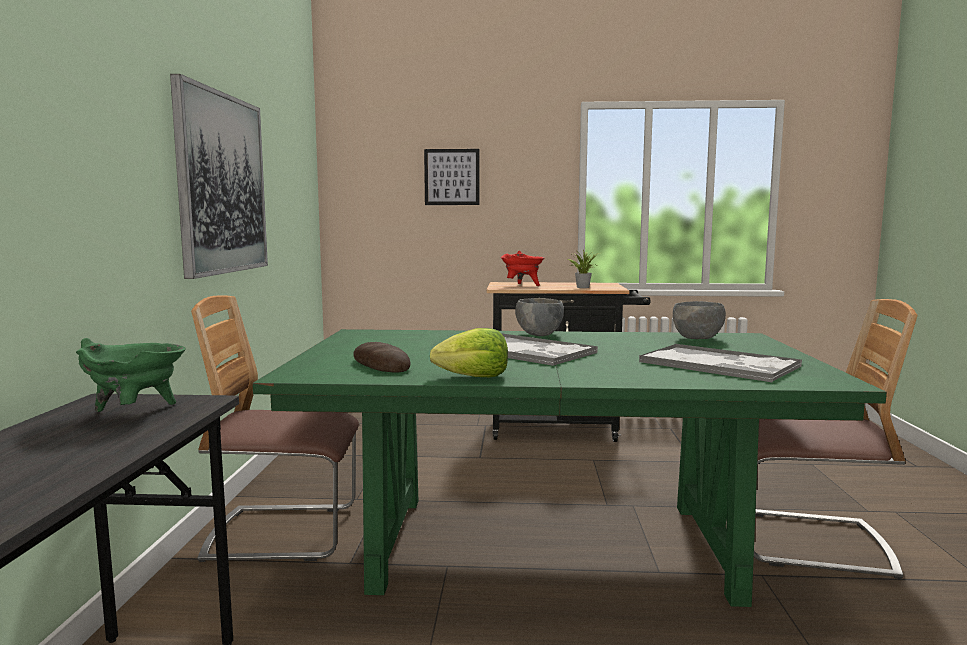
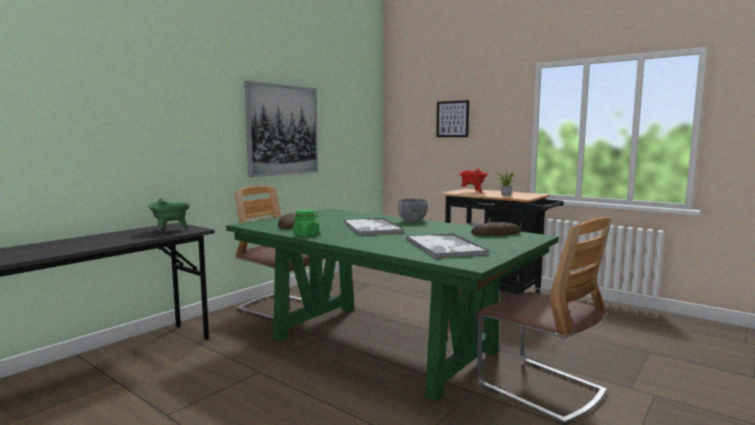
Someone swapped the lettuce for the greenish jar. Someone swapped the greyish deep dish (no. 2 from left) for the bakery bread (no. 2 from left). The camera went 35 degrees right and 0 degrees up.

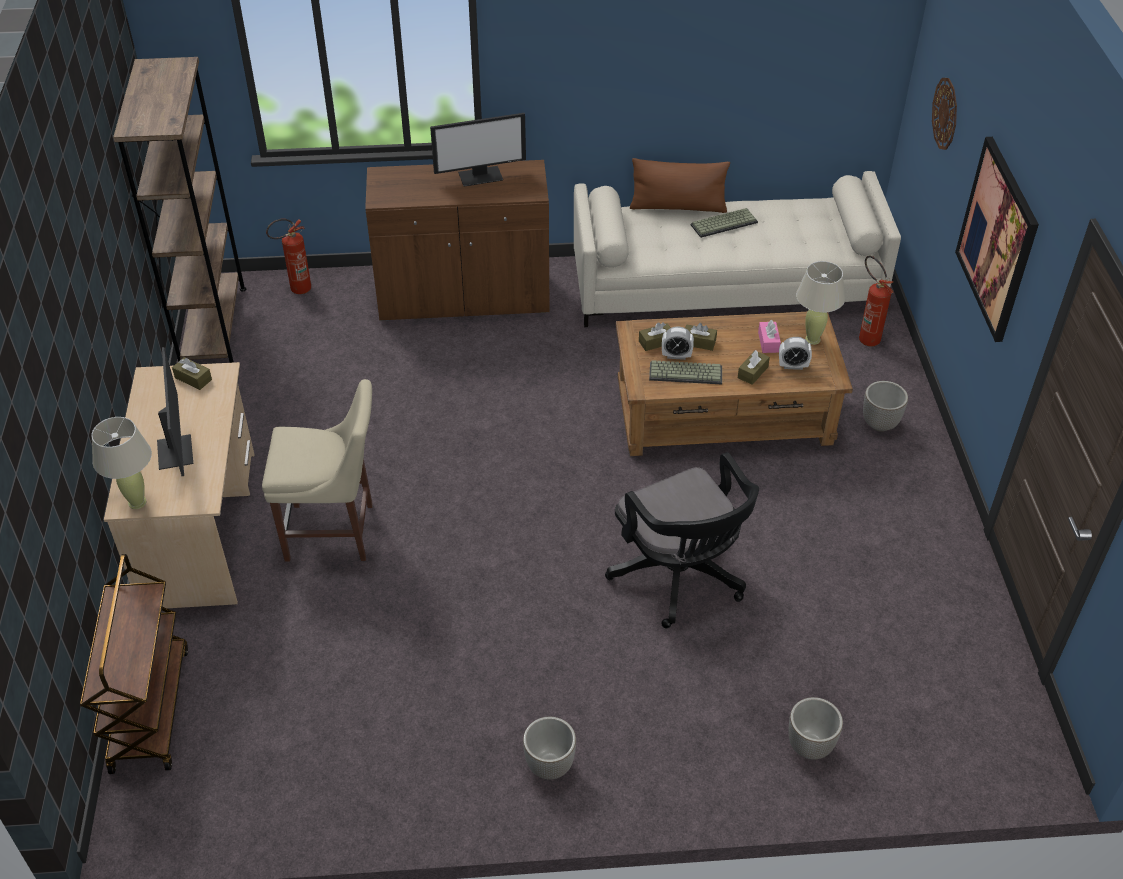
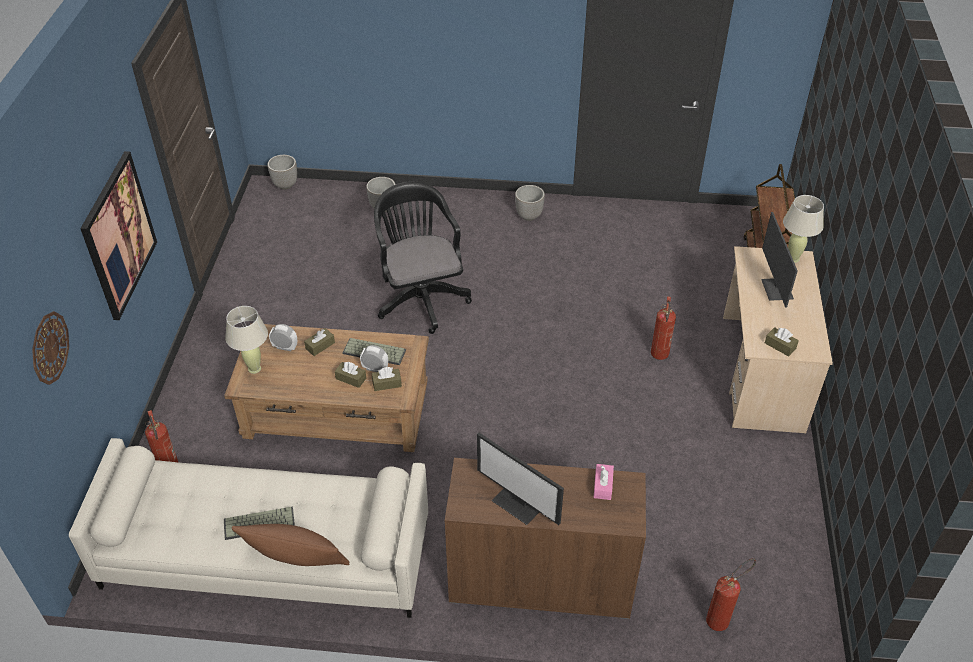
Someone took away the brown bookcase. Someone carried the pinkish box of tissues. Someone carried the flower pot (no. 3 from left in the first image). Someone swapped the sand-coloured upright chair for the fire-fighting cylinder (no. 2 from left). Someone rotated the computer display (no. 2 from left in the first image) by 135 degrees counterclockwise. The camera went 170 degrees left and 0 degrees up.

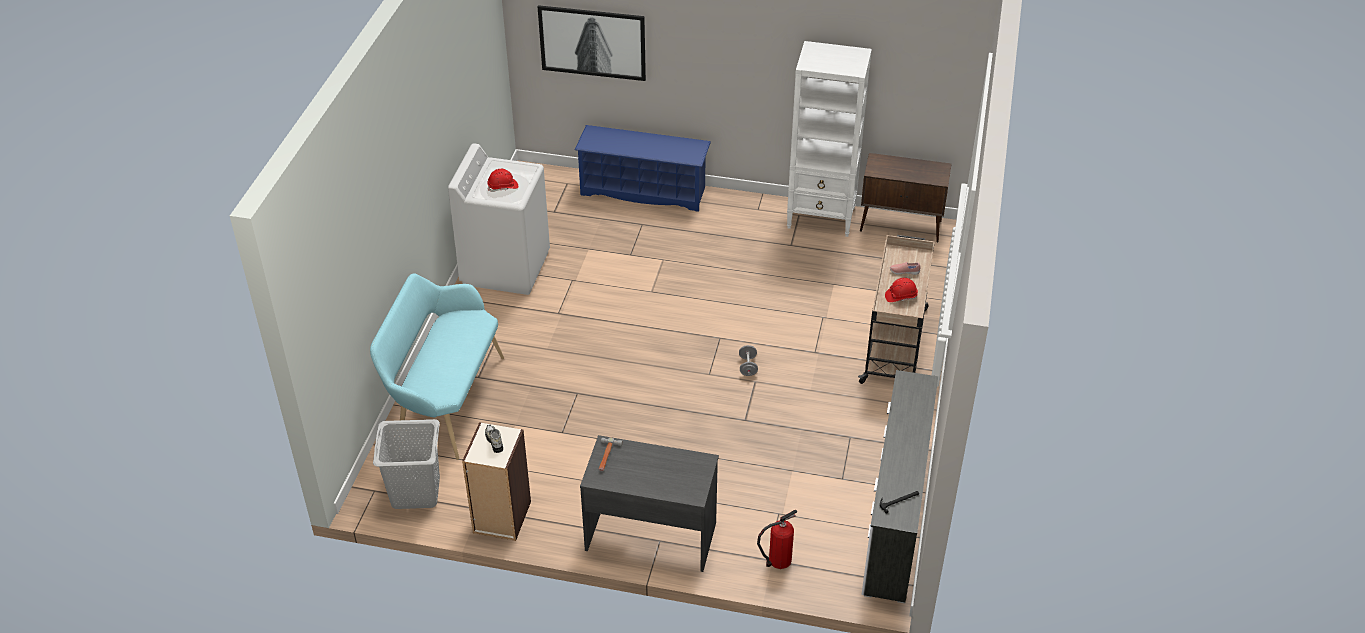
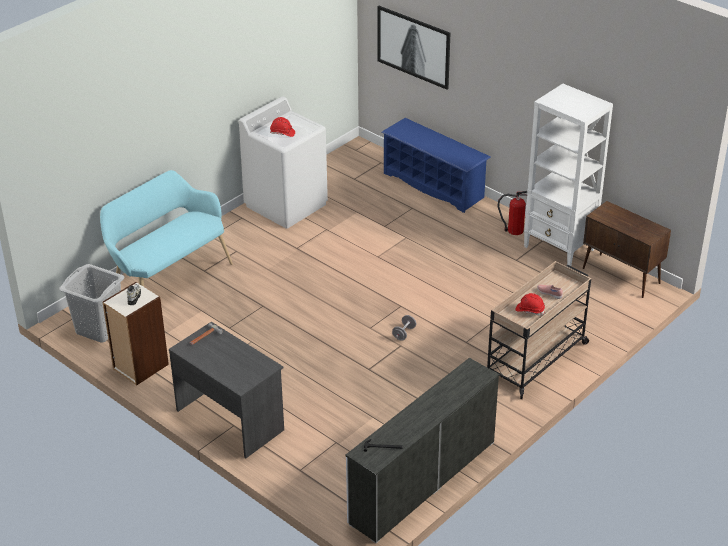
Someone carried the fire-fighting cylinder. The camera went 30 degrees right and 5 degrees down.

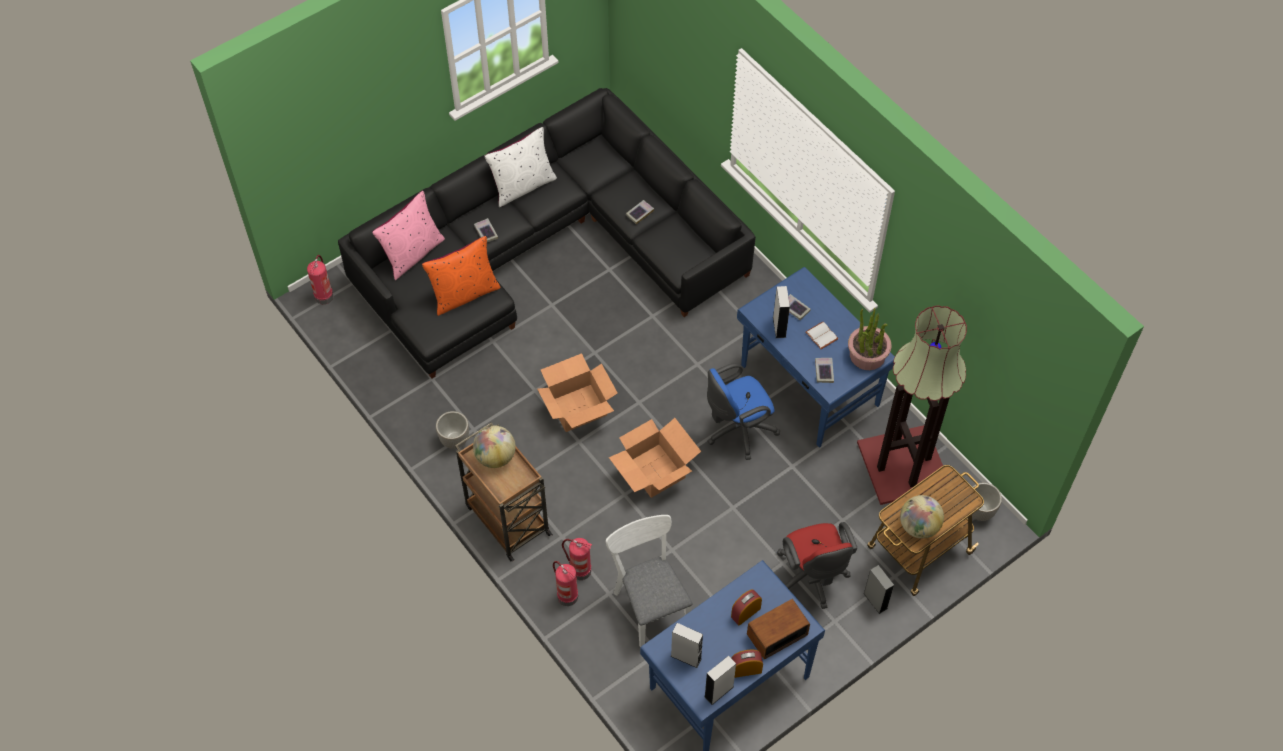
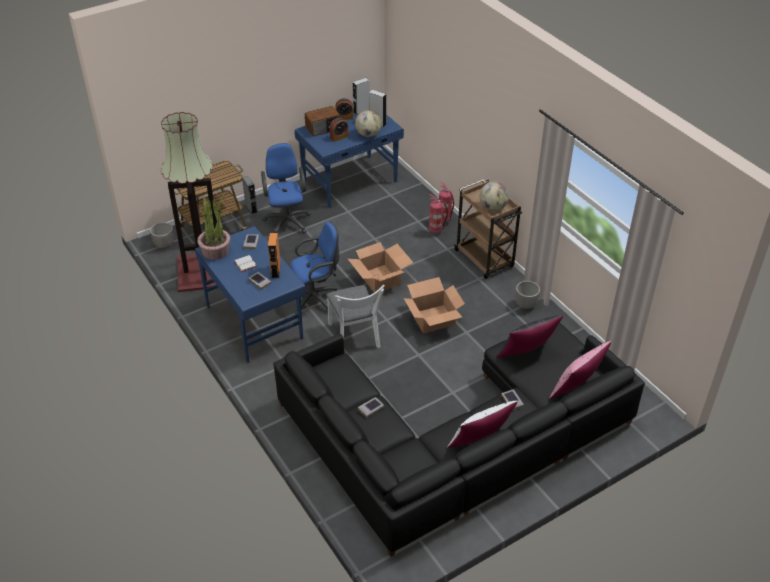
Someone took away the fire-fighting cylinder (no. 1 from left). Someone carried the white-coloured upright chair. Someone carried the world globe (no. 2 from left in the first image). Someone repainted the orange-coloured pillow, which became the blackish pillow. Someone repainted the greyish loudspeaker (no. 3 from left), which became the orange-coloured loudspeaker. Someone repainted the red-coloured office chair, which became the blue-coloured office chair (no. 1 from left). The camera went 175 degrees left and 15 degrees down.

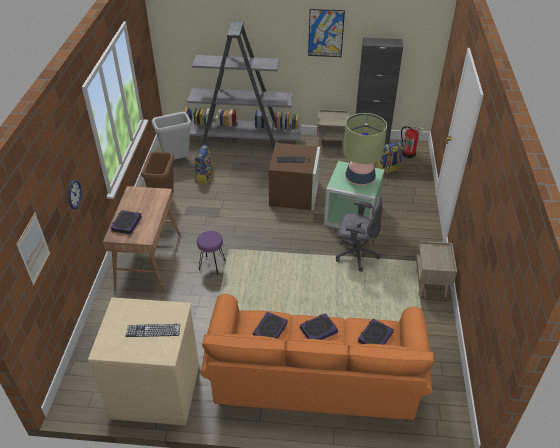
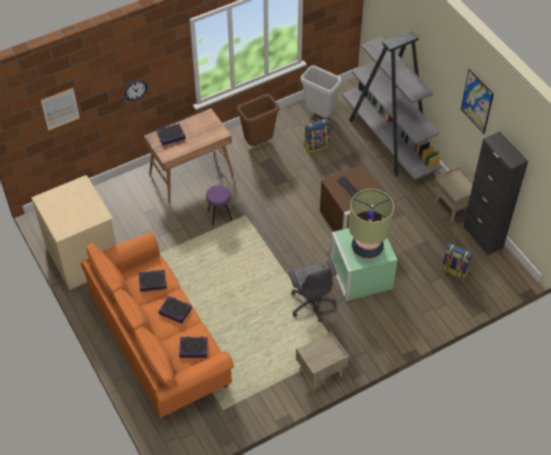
Someone took away the keyboard (no. 1 from left). Someone took away the fire-fighting cylinder. The camera went 55 degrees right and 10 degrees up.

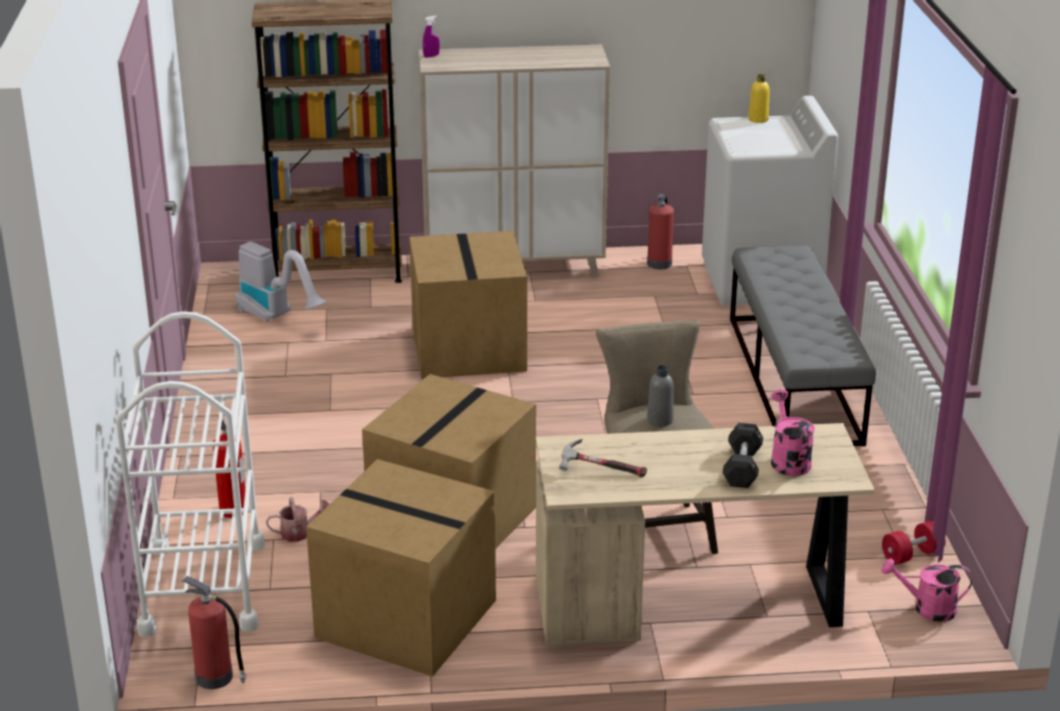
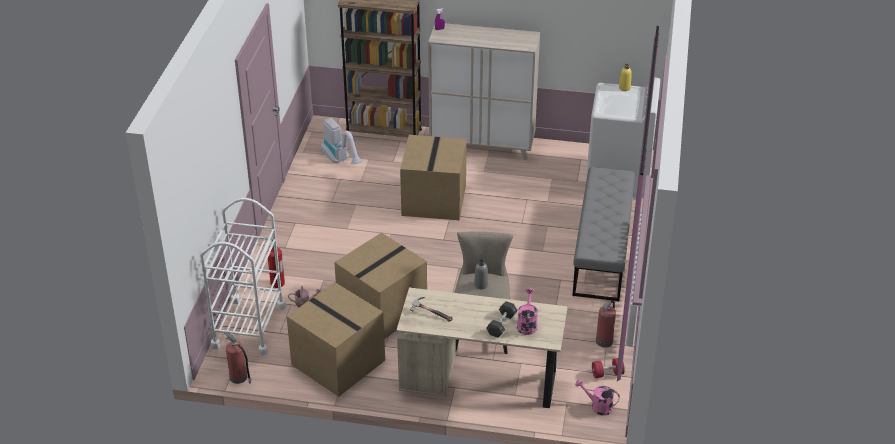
Someone carried the fire-fighting cylinder (no. 3 from left). The camera went 15 degrees right and 10 degrees up.

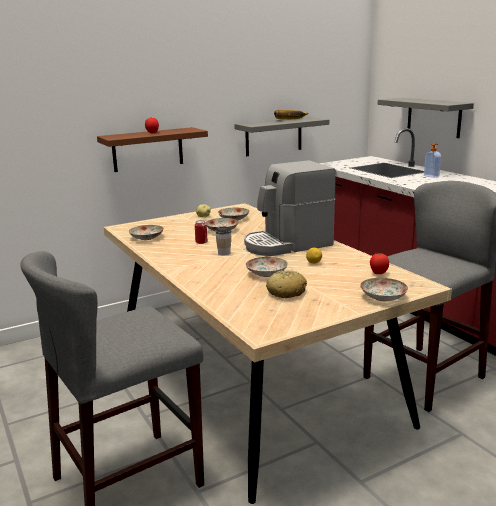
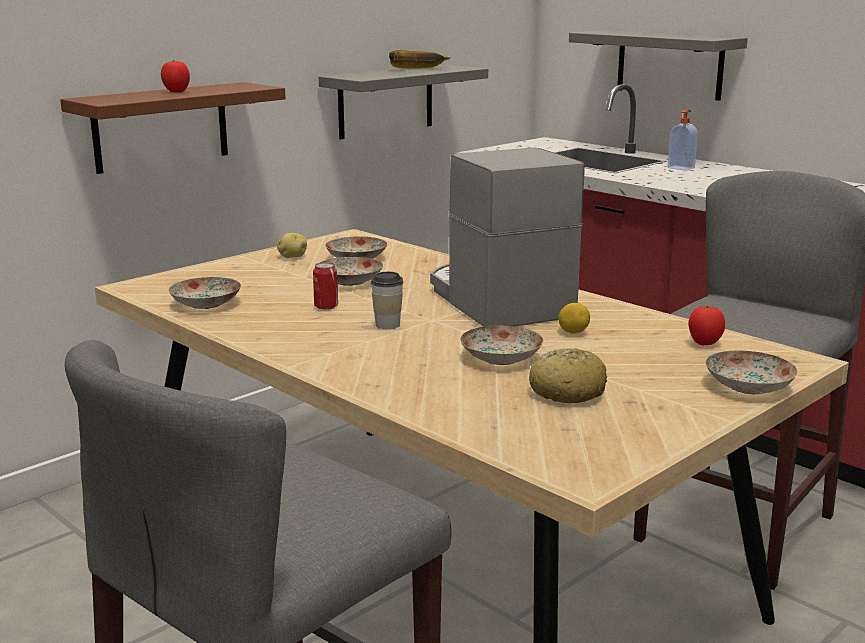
Someone rotated the coffee machine by 105 degrees clockwise. The camera went 15 degrees left and 0 degrees up.

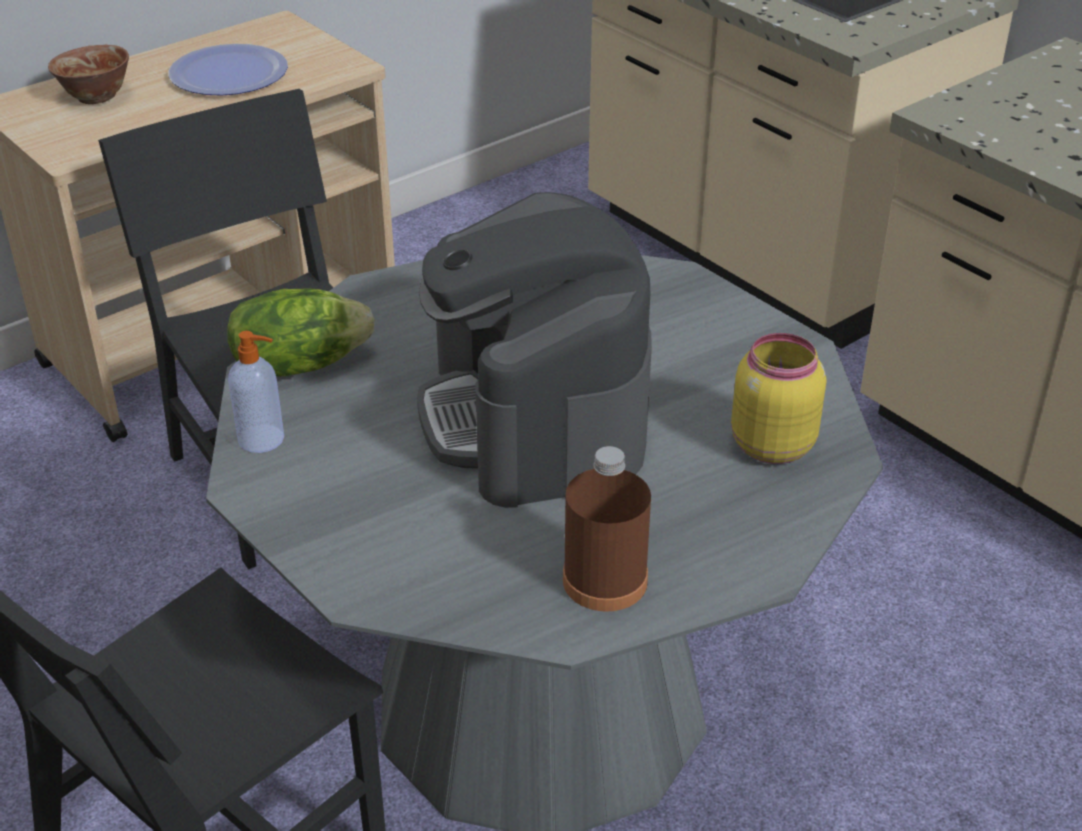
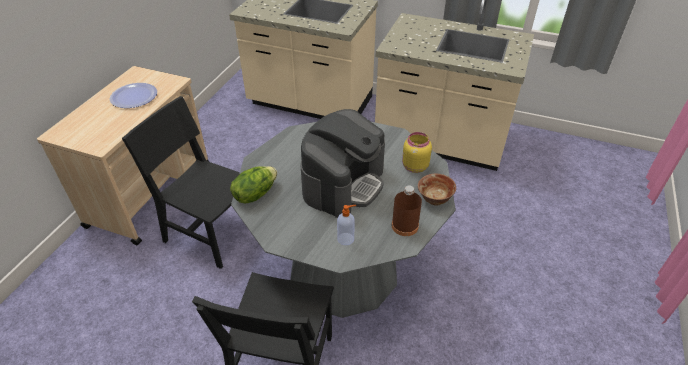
Someone carried the deep dish. Someone carried the soap bottle. Someone rotated the coffee machine by 105 degrees counterclockwise. The camera went 30 degrees left and 5 degrees up.

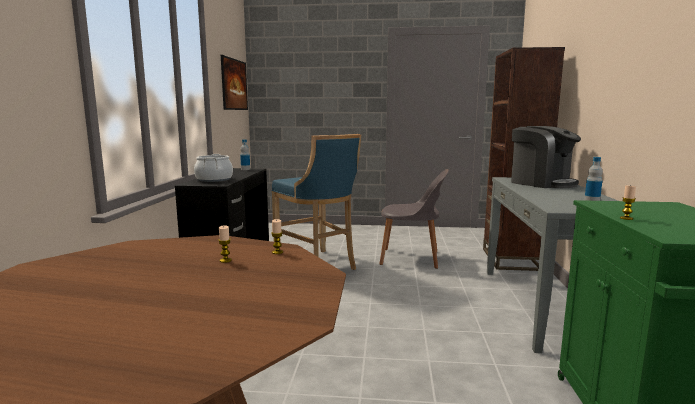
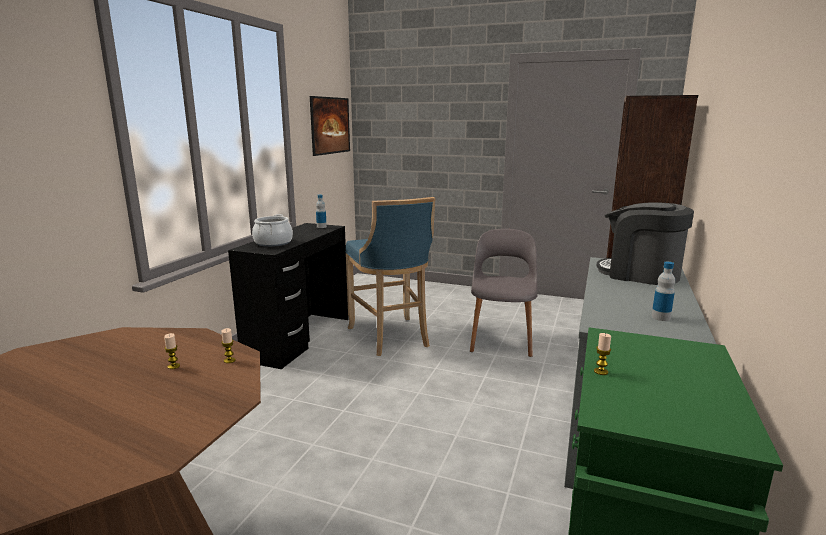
Someone rotated the greyish upright chair by 105 degrees counterclockwise. Someone rotated the coffee machine by 150 degrees clockwise. The camera went 15 degrees right and 5 degrees up.

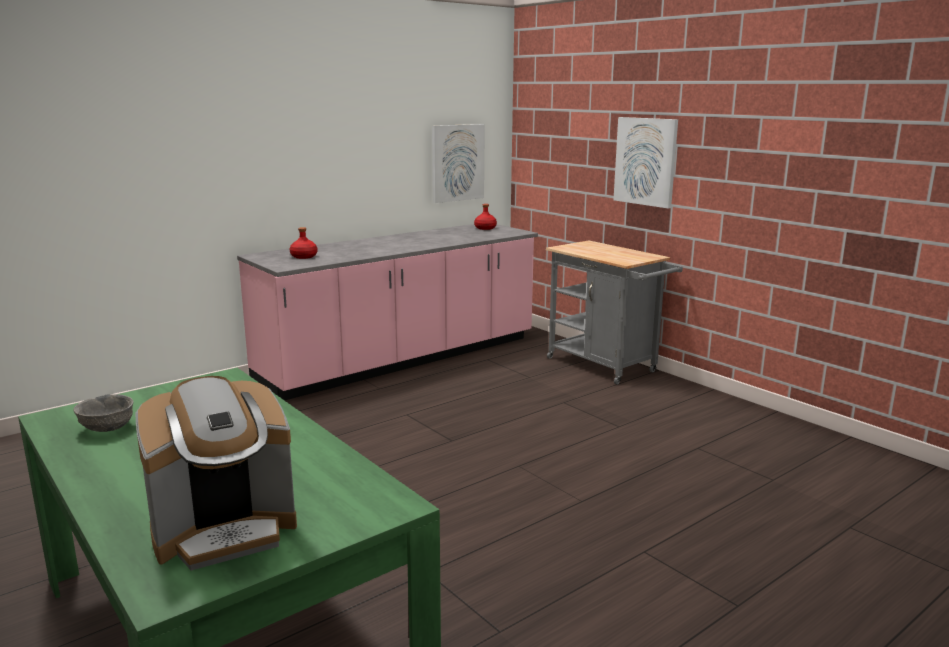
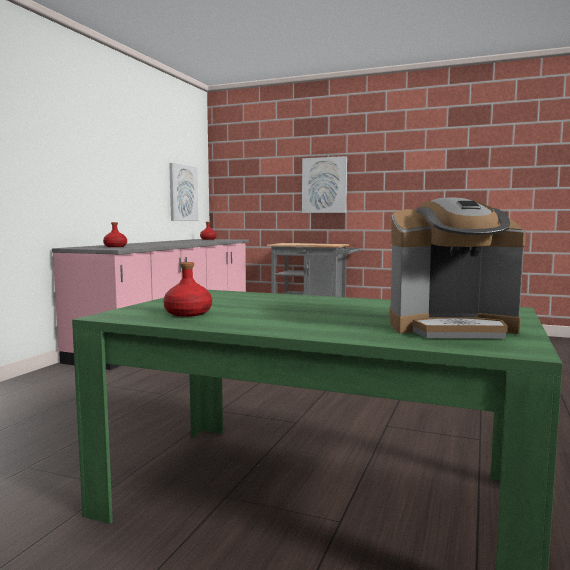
Someone swapped the greyish deep dish for the red-coloured drink bottle (no. 2 from left). Someone rotated the coffee machine by 60 degrees clockwise. The camera went 30 degrees left and 10 degrees down.

